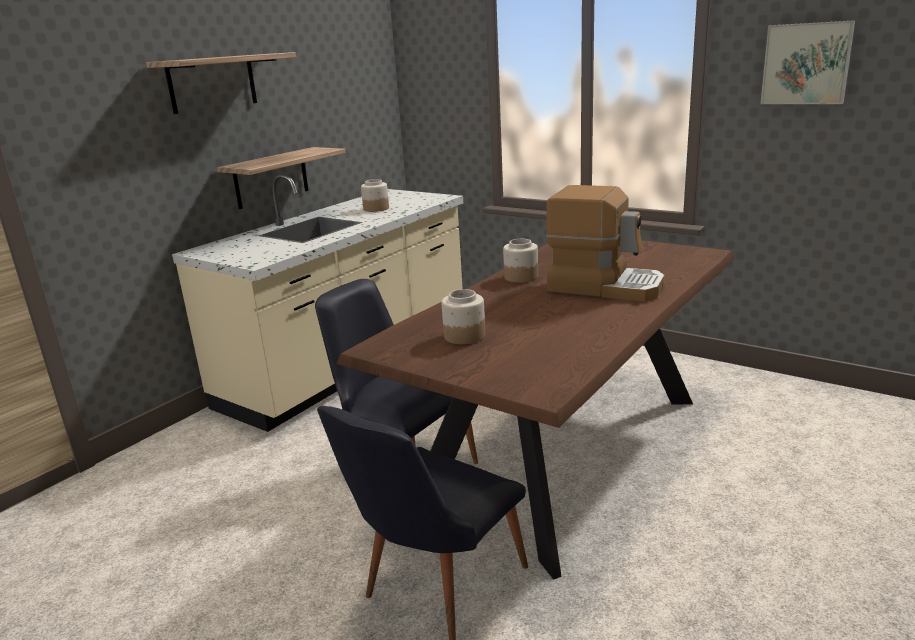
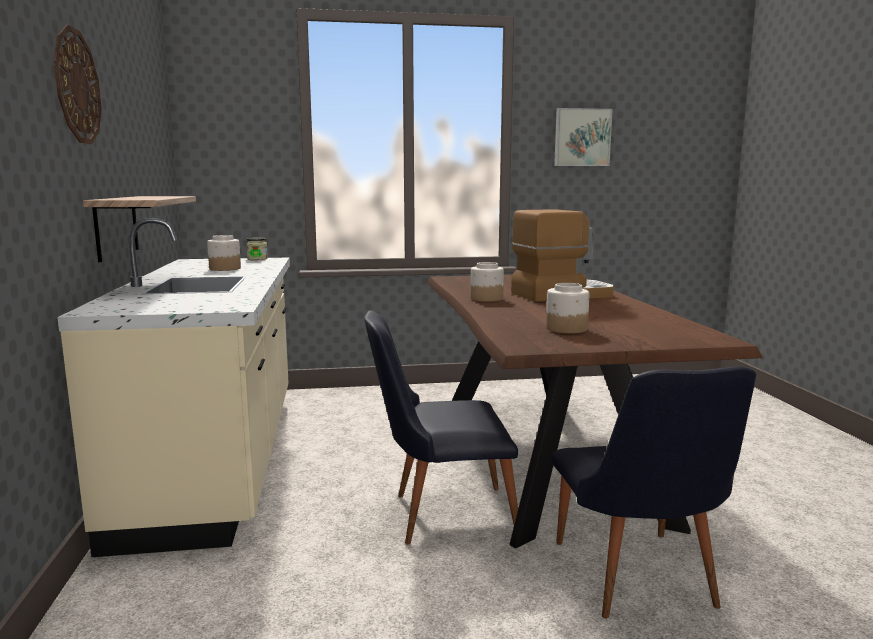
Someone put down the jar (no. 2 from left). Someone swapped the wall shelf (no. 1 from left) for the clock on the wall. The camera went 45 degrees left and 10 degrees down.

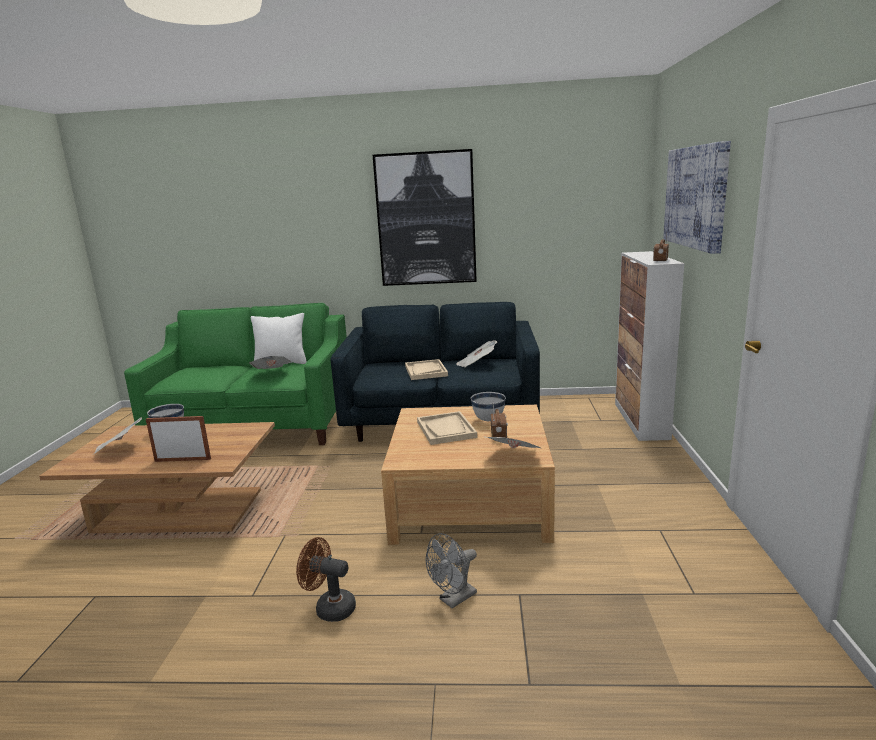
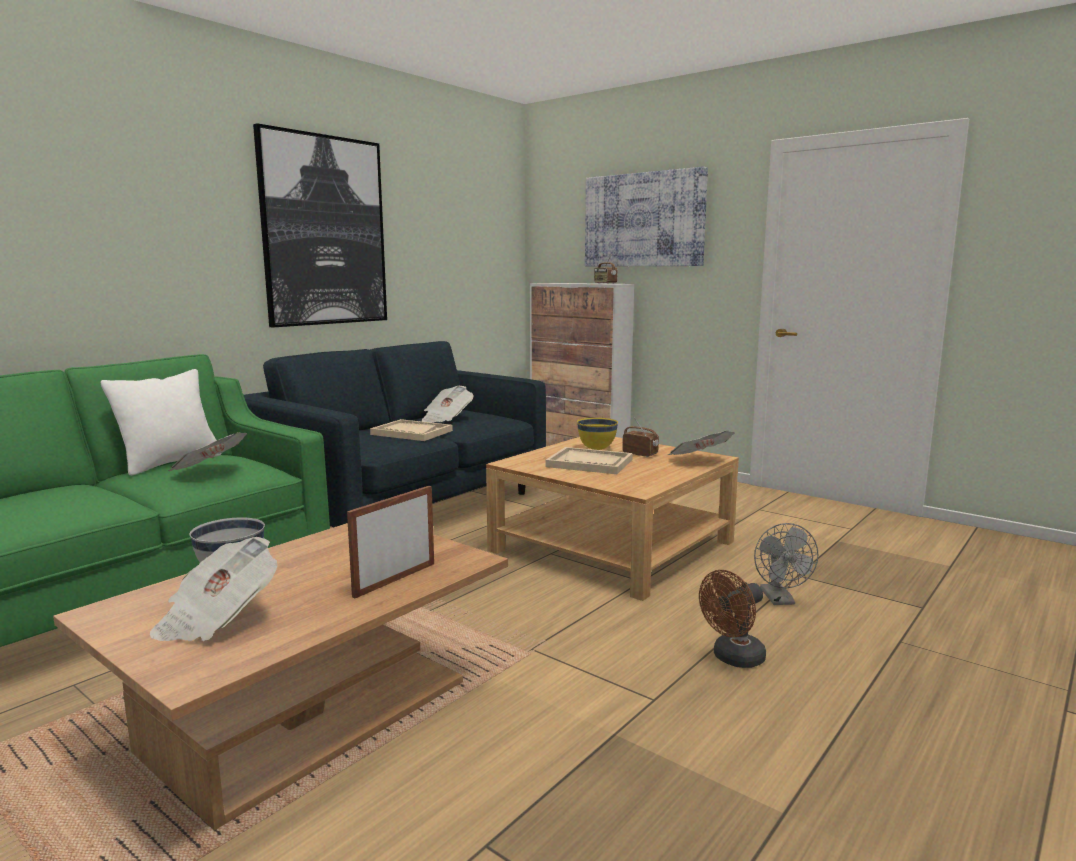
Someone repainted the white-coloured deep dish (no. 2 from left), which became the yellow-coloured deep dish. The camera went 55 degrees left and 5 degrees down.

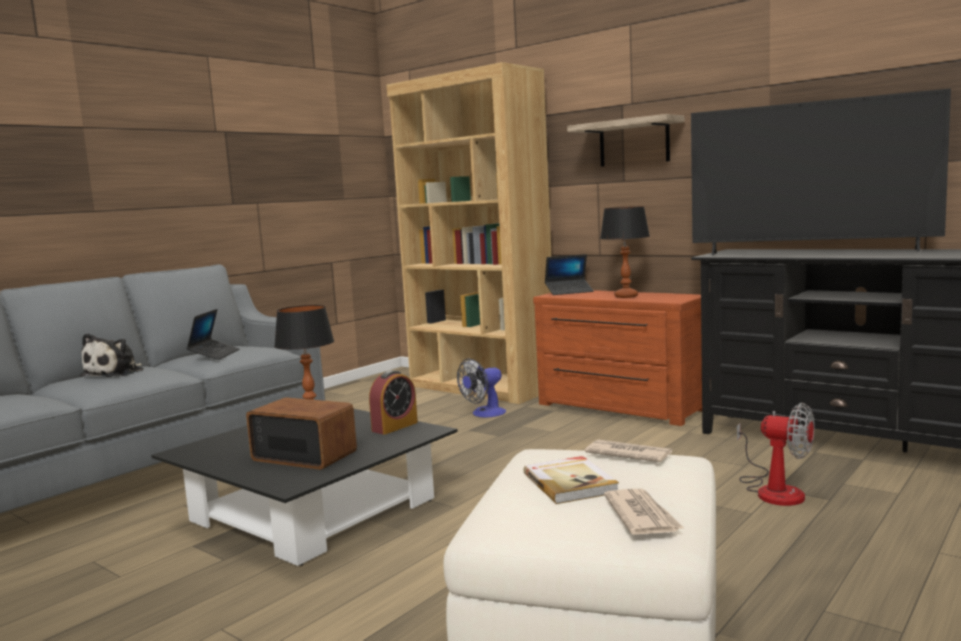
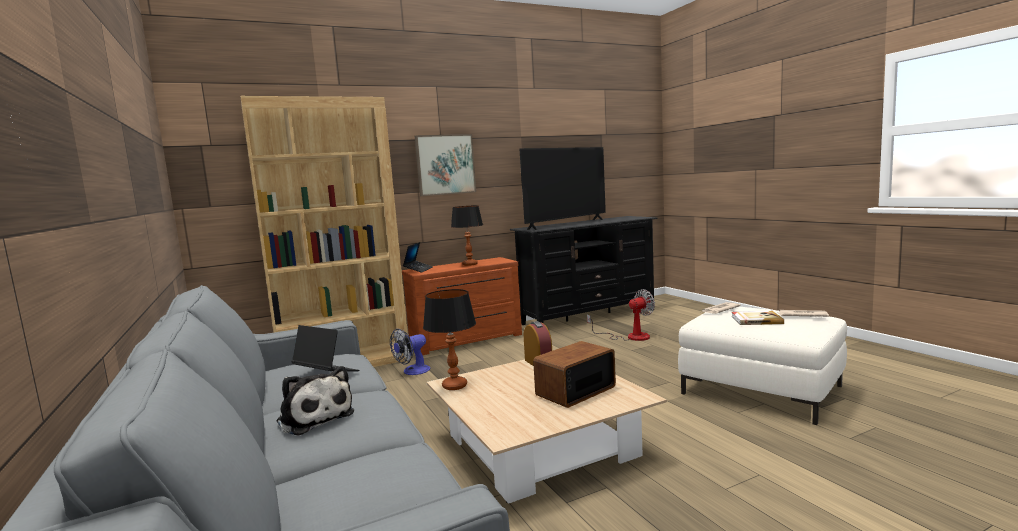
Someone swapped the wall shelf for the wall picture. Someone repainted the blackish low table, which became the sand-coloured low table. Someone rotated the cooling fan (no. 1 from left) by 60 degrees clockwise. The camera went 65 degrees left and 0 degrees up.

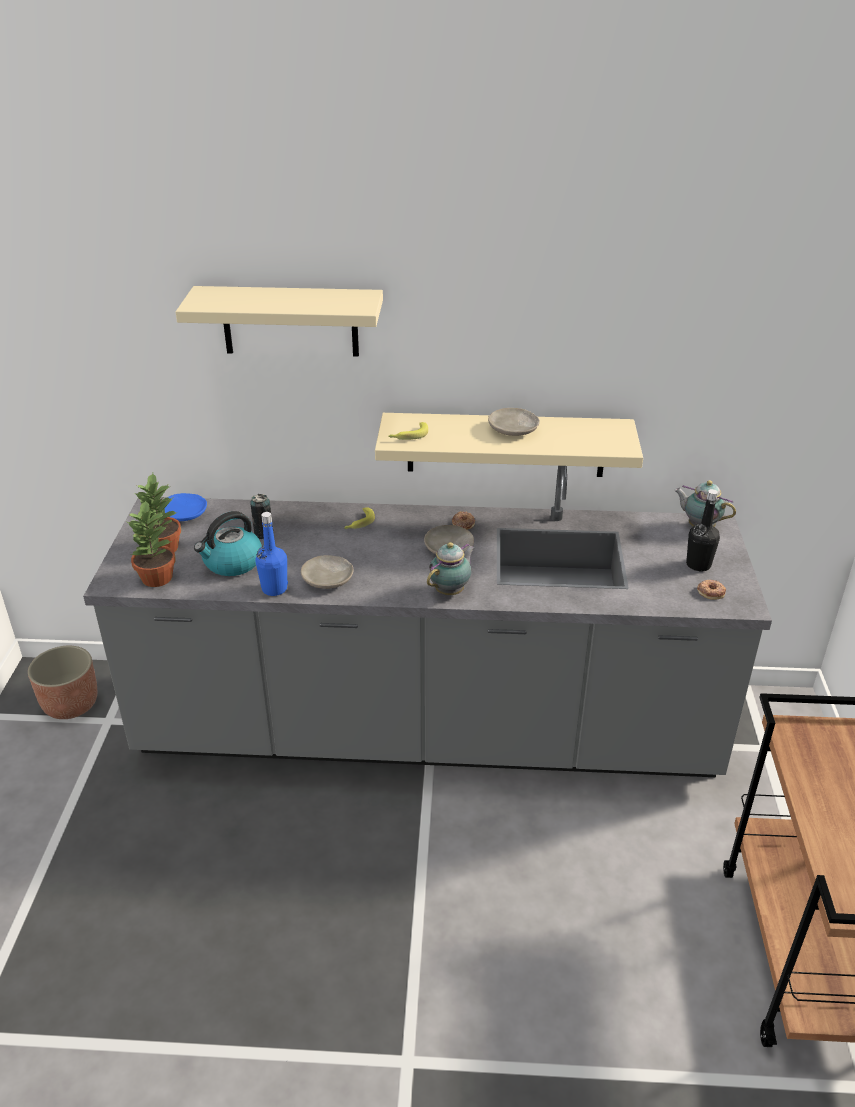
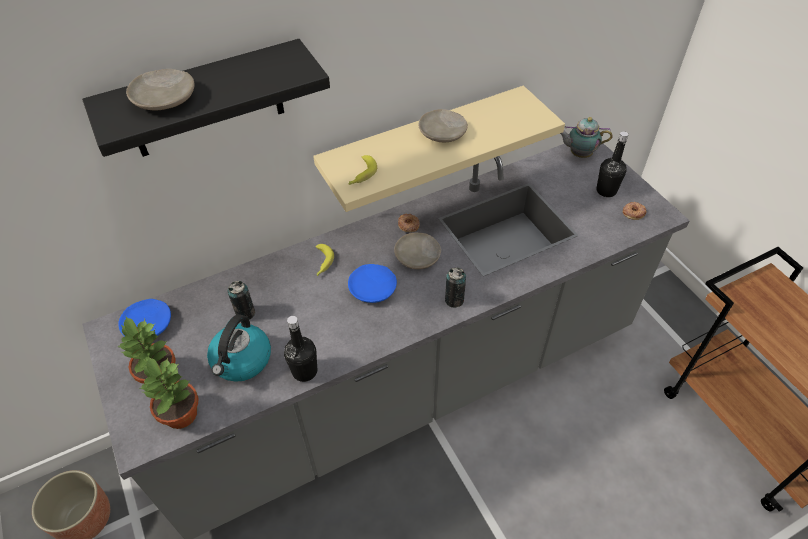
Someone put down the blue-coloured plate (no. 2 from left). Someone carried the sand-coloured plate (no. 1 from left). Someone swapped the teapot (no. 1 from left) for the can (no. 2 from left). Someone repainted the sand-coloured wall shelf (no. 1 from left), which became the blackish wall shelf. Someone repainted the blue-coloured drink bottle, which became the blackish drink bottle (no. 1 from left). The camera went 30 degrees left and 15 degrees up.

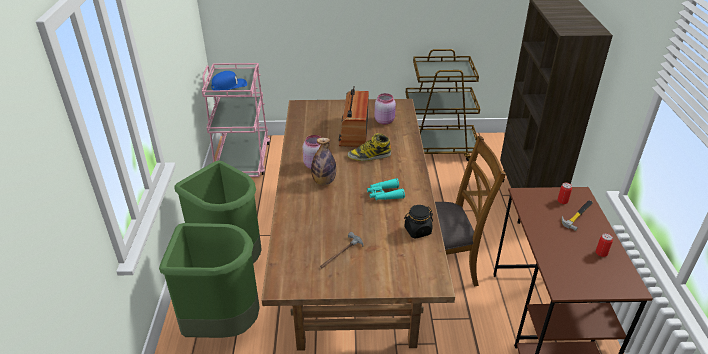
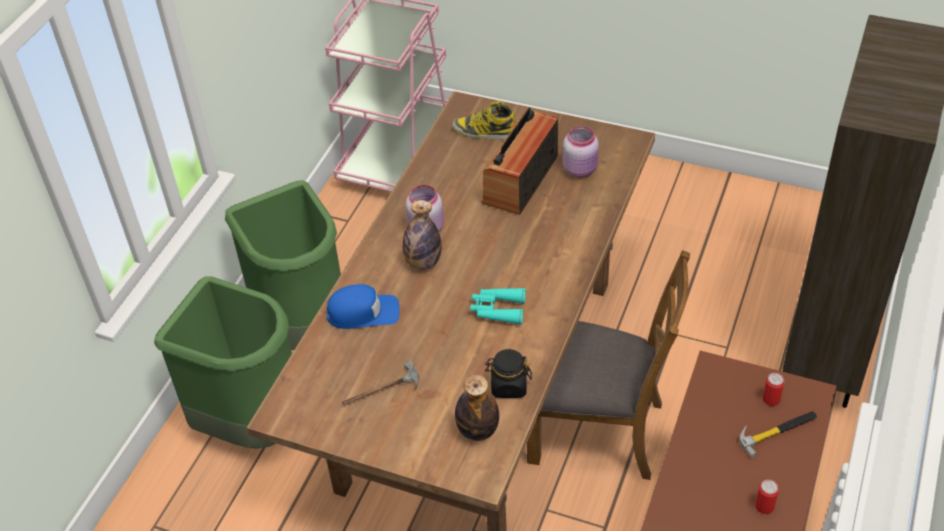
Someone took away the brown trolley. Someone put down the drink bottle (no. 2 from left). Someone carried the blue-coloured baseball cap. Someone carried the high-top boot. The camera went 25 degrees right and 10 degrees up.

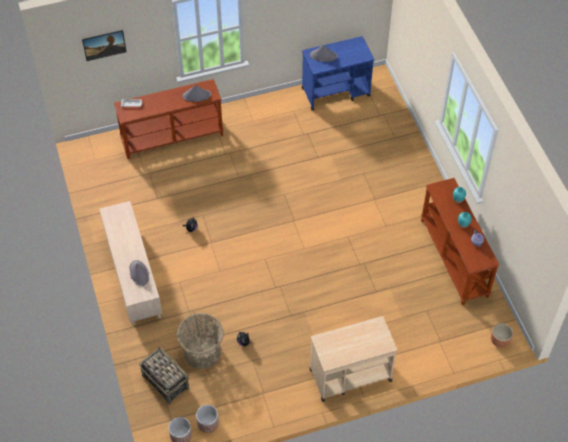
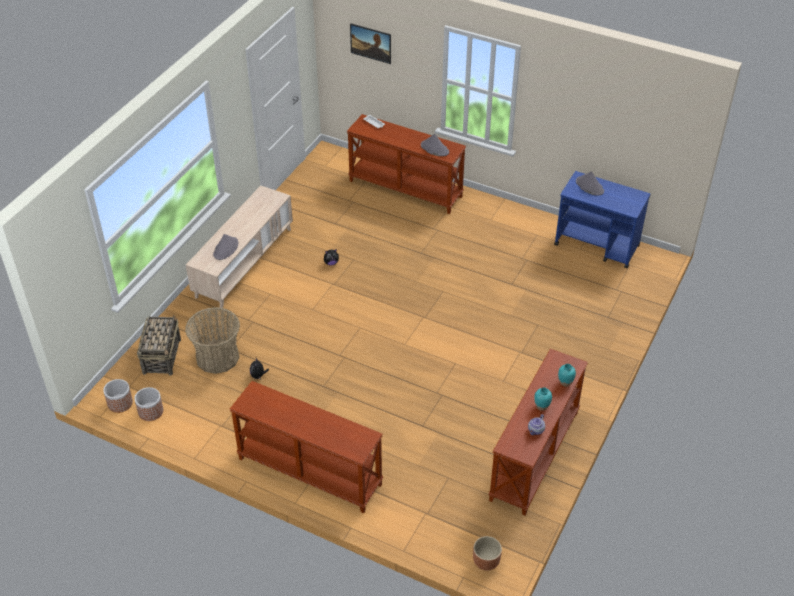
Someone swapped the sand-coloured trolley for the brown console table (no. 1 from left). The camera went 45 degrees right and 10 degrees down.

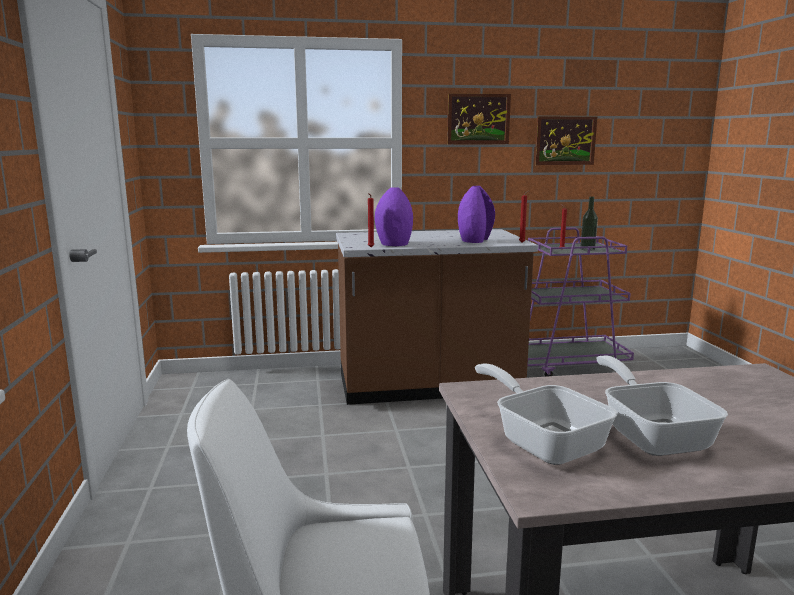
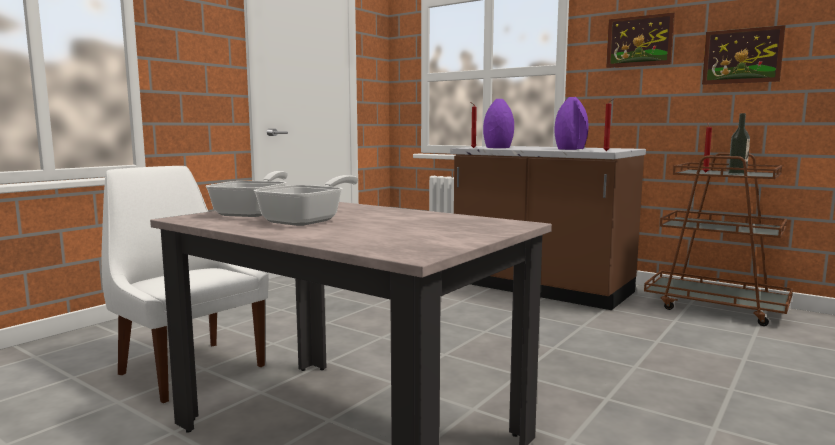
Someone repainted the purplish trolley, which became the brown trolley. The camera went 45 degrees right and 5 degrees down.

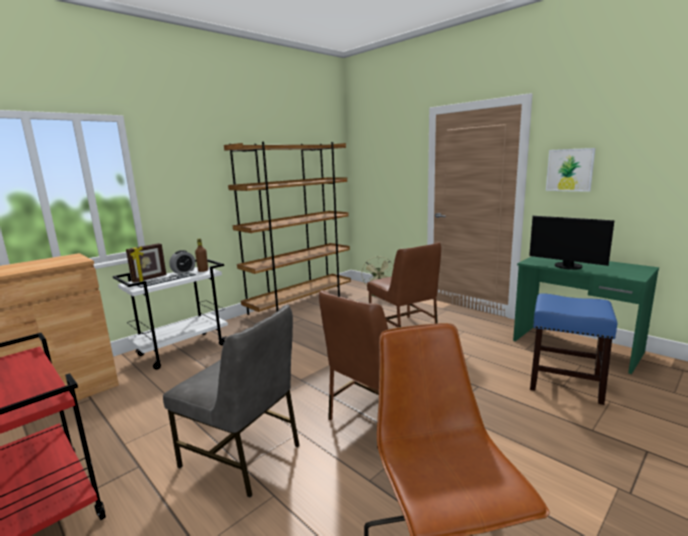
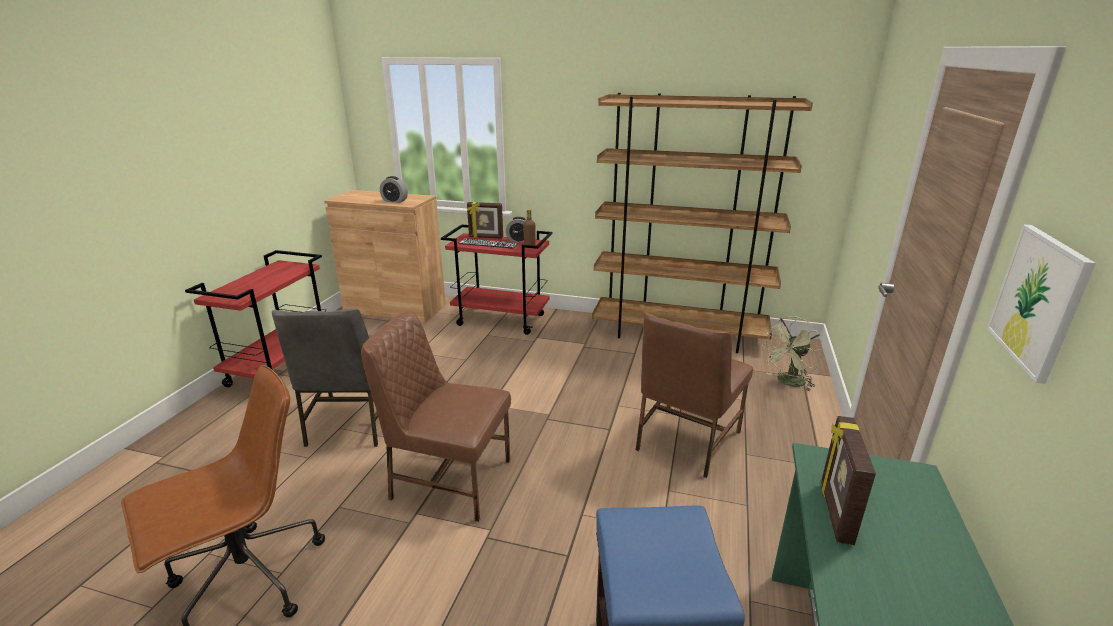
Someone put down the bedside clock (no. 1 from left). Someone swapped the computer display for the picture frame (no. 2 from left). Someone repainted the white-coloured trolley, which became the red-coloured trolley (no. 2 from left). The camera went 60 degrees right and 10 degrees up.

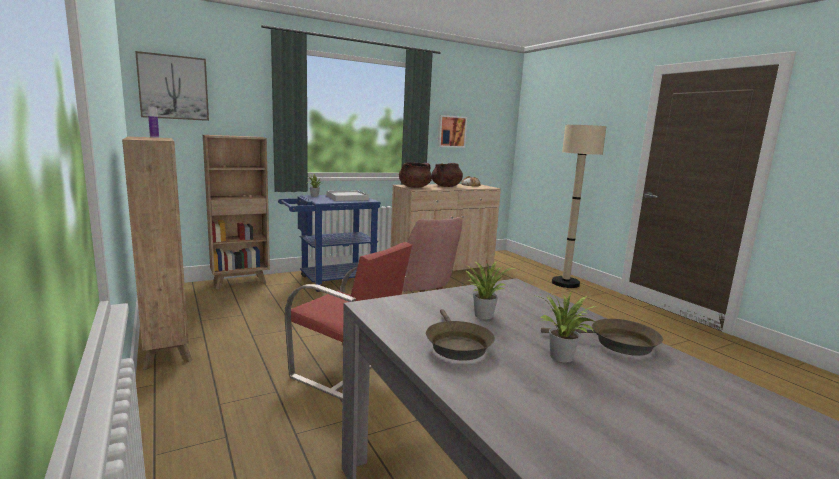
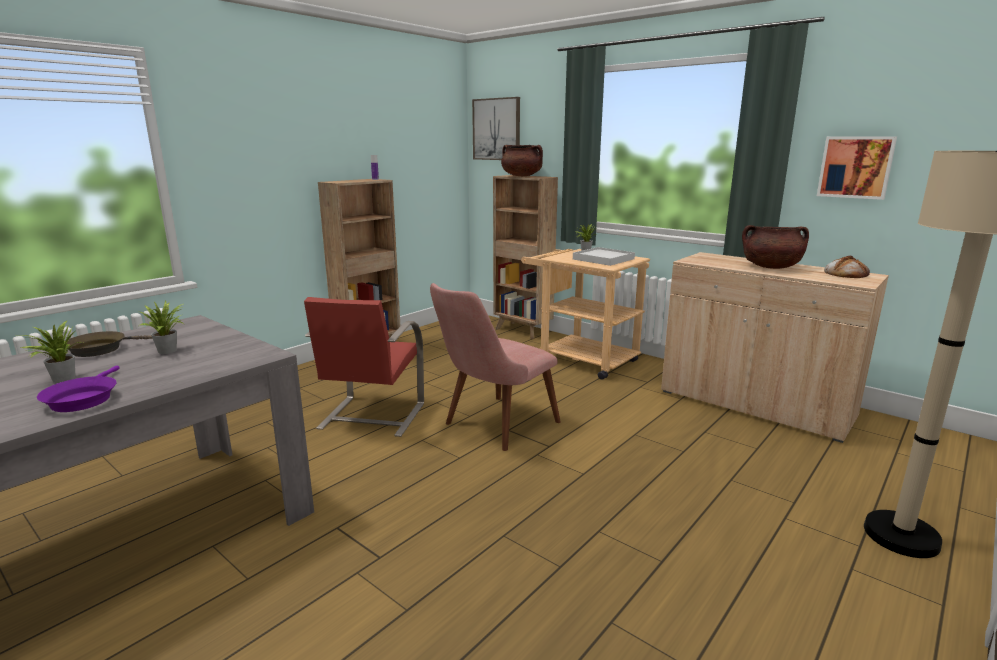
Someone carried the brown stockpot (no. 1 from left). Someone repainted the blue-coloured trolley, which became the sand-coloured trolley. Someone repainted the brown skillet (no. 2 from left), which became the purplish skillet. The camera went 70 degrees right and 5 degrees up.

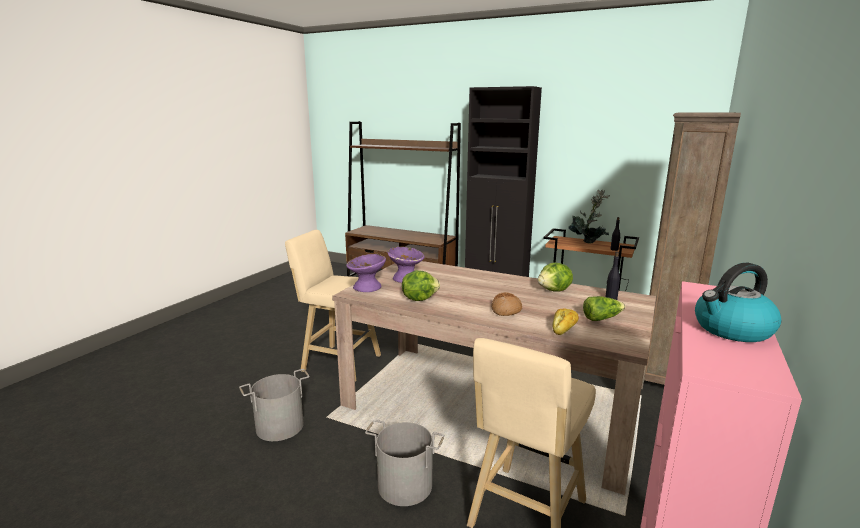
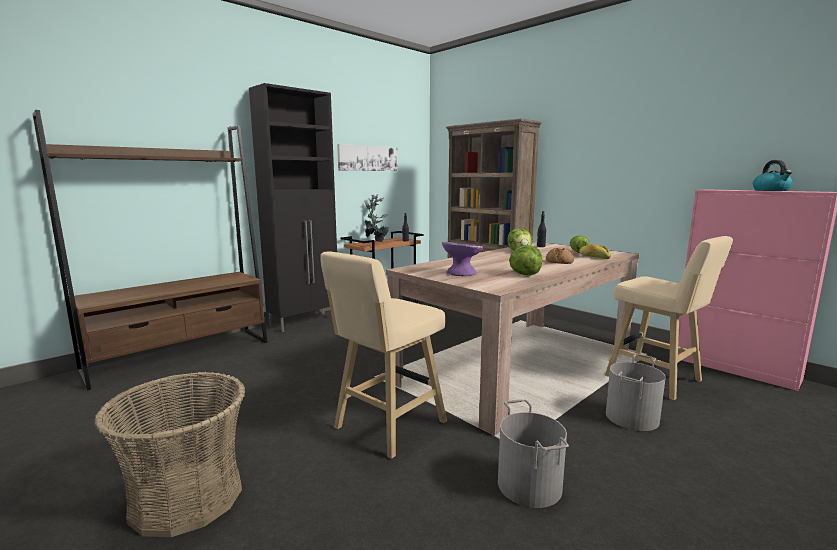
Someone took away the purplish deep dish (no. 1 from left). Someone put down the household basket. Someone put up the wall picture. The camera went 70 degrees left and 5 degrees down.

